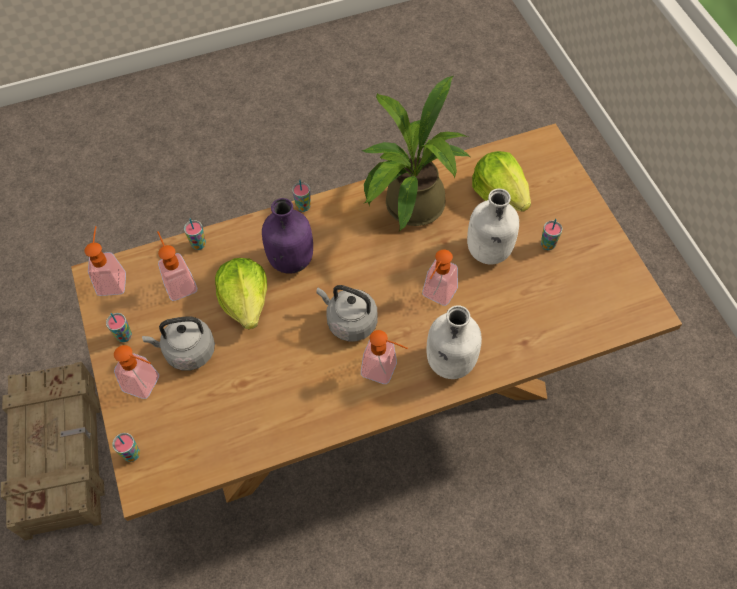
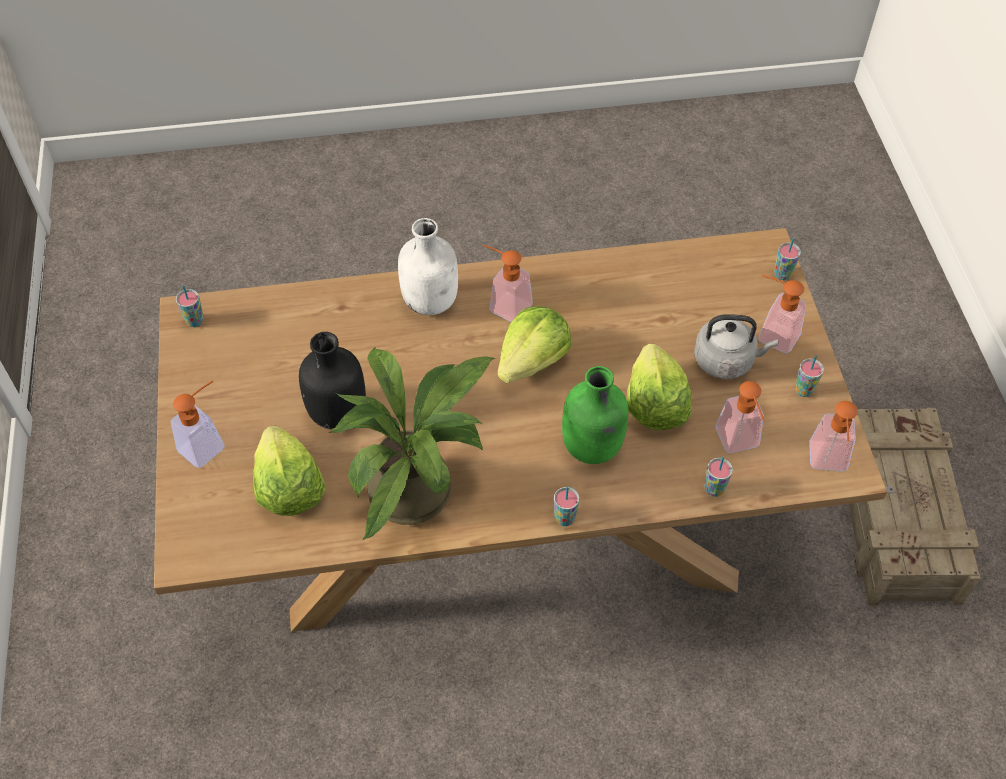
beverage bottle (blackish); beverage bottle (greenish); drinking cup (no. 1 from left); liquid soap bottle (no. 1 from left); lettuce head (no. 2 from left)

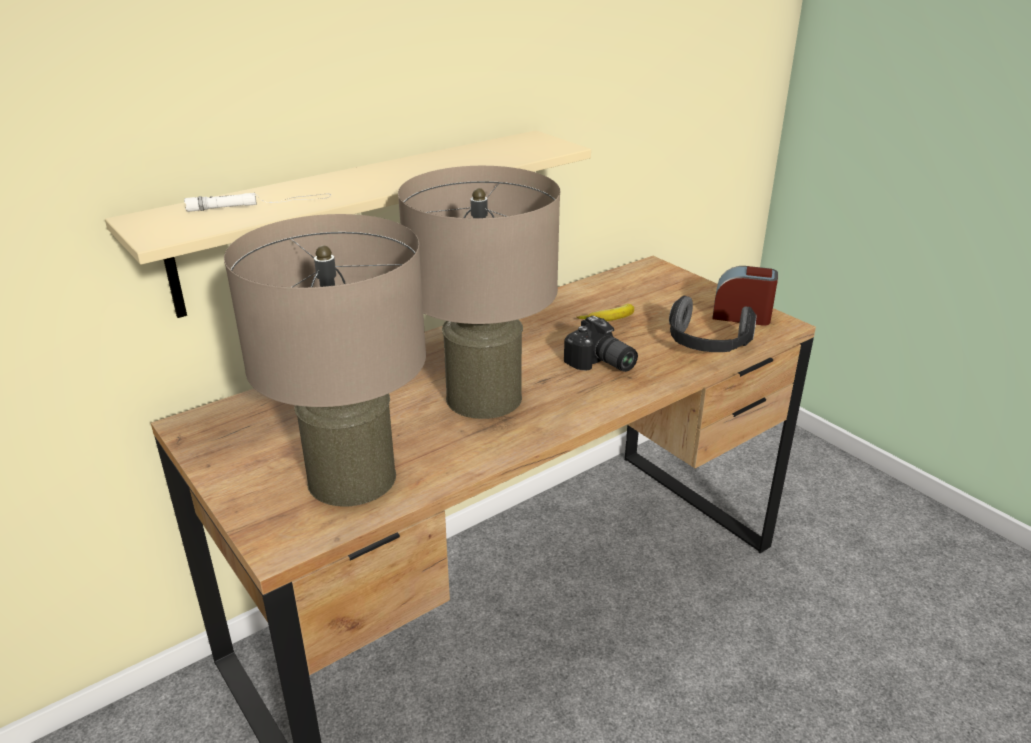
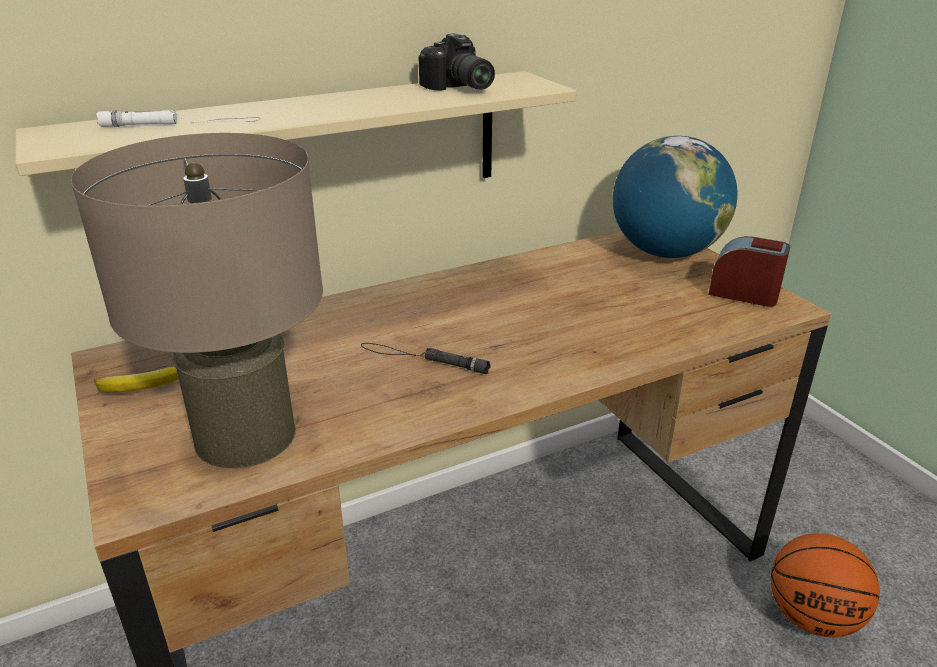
flashlight (blackish); headset; whole banana; photo camera; world globe; basketball ball

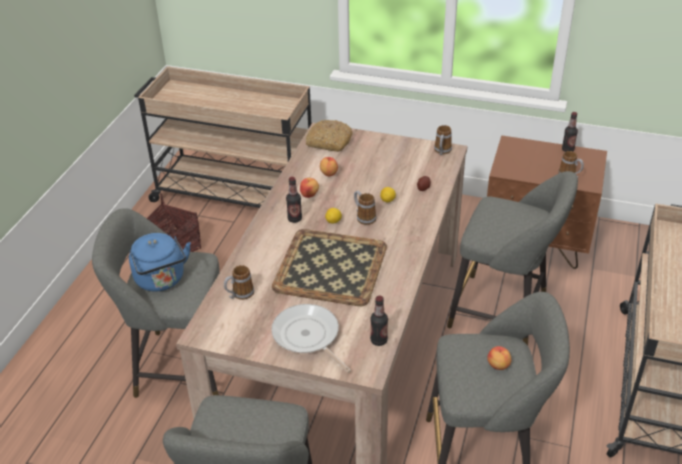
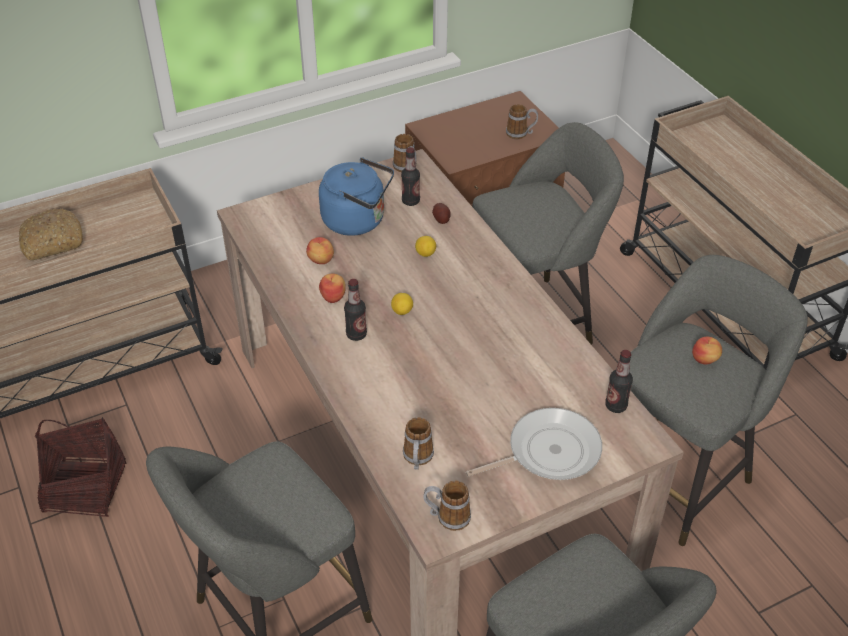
beverage bottle (no. 2 from left); bakery bread; tea mug (no. 3 from left); carrying tray; kettle (blue-coloured); frying pan

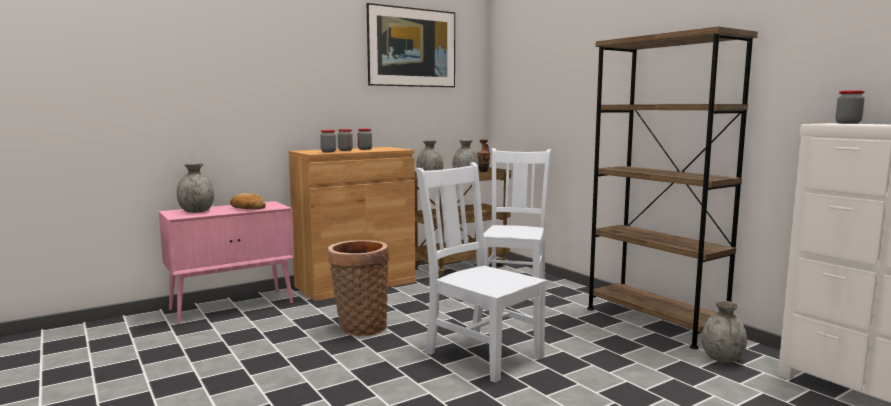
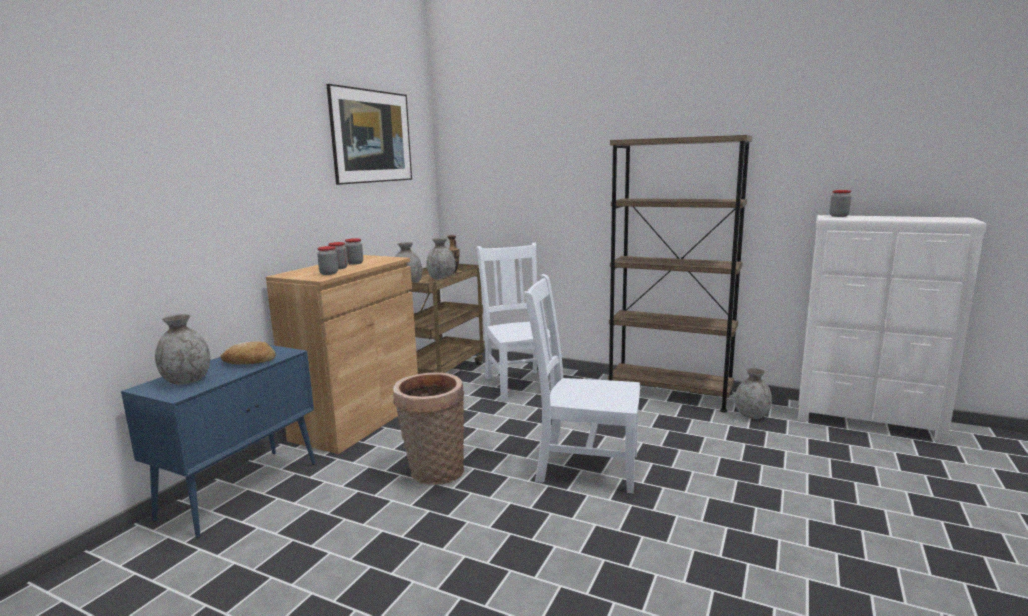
cupboard (blue-coloured)

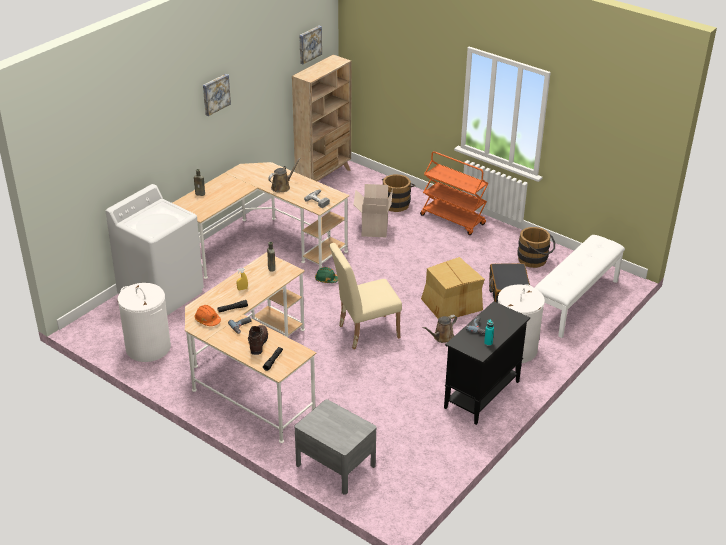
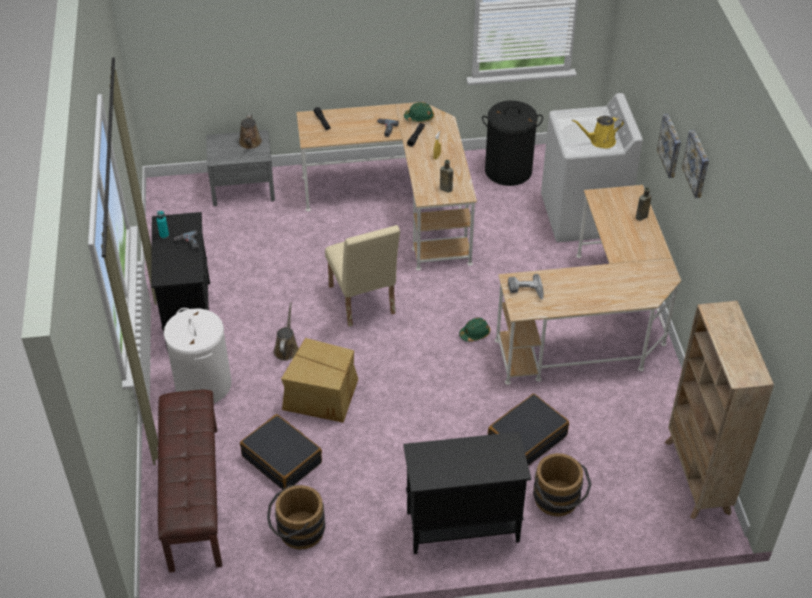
picture (no. 1 from left); cupboard (blackish) (no. 2 from left); watering can (brownish) (no. 1 from left); travel case (blackish) (no. 2 from left); indoor bench (brownish); plain chair (sand-coloured); laundry basket (blackish); work helmet (greenish) (no. 1 from left); high-top boot (brownish); watering can (yellow)

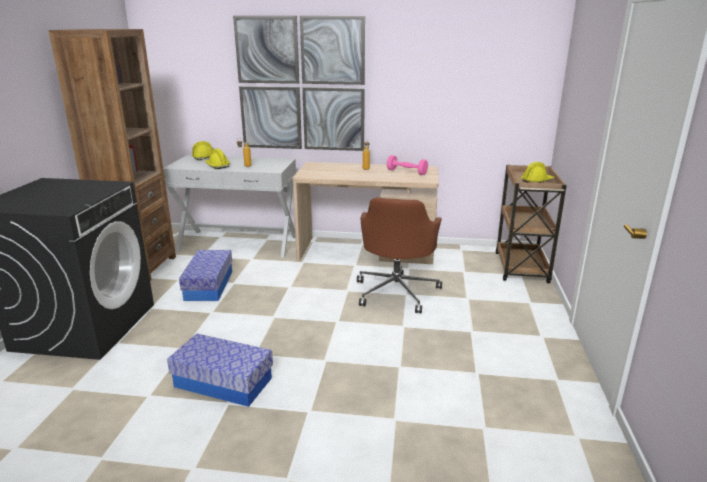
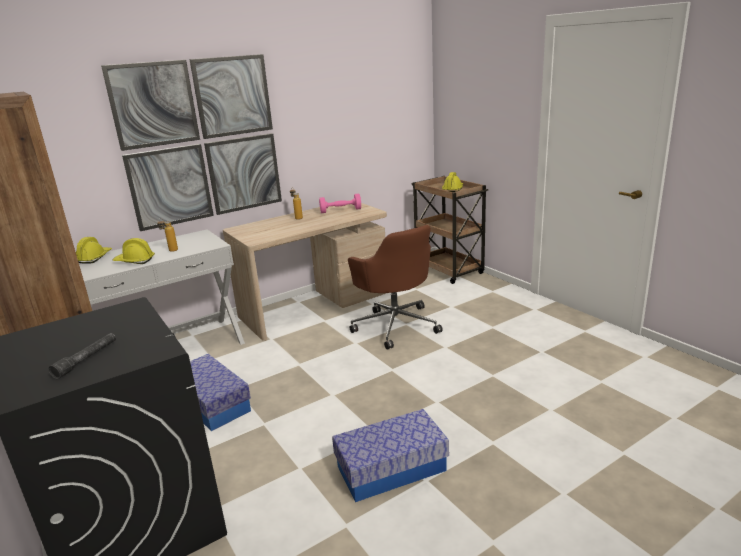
flashlight (greyish)

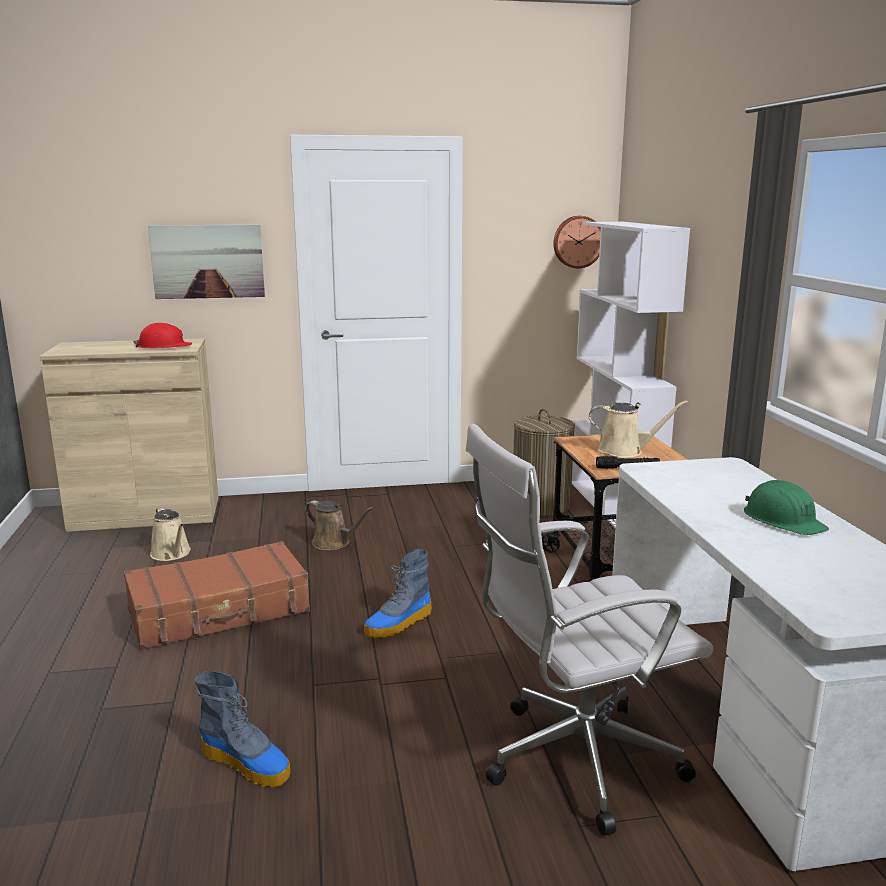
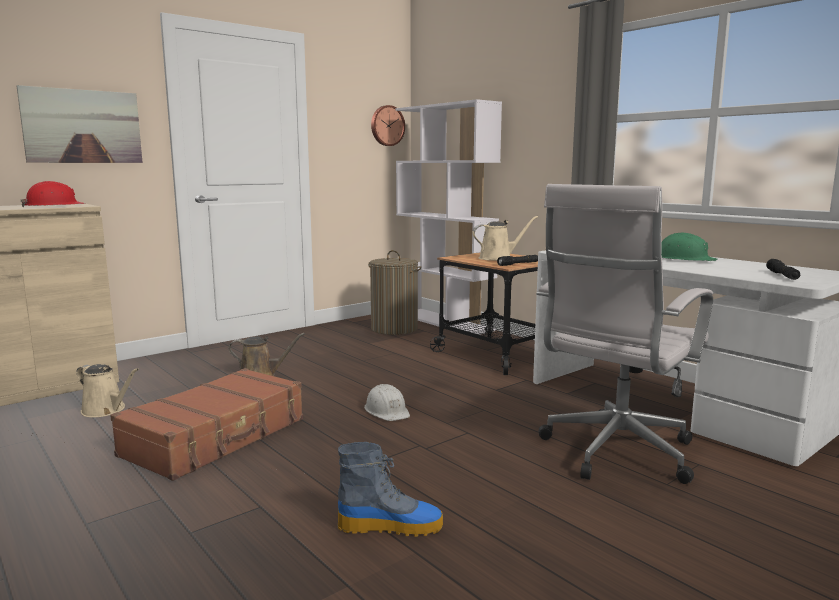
work helmet (white-coloured); flashlight (blackish) (no. 2 from left)

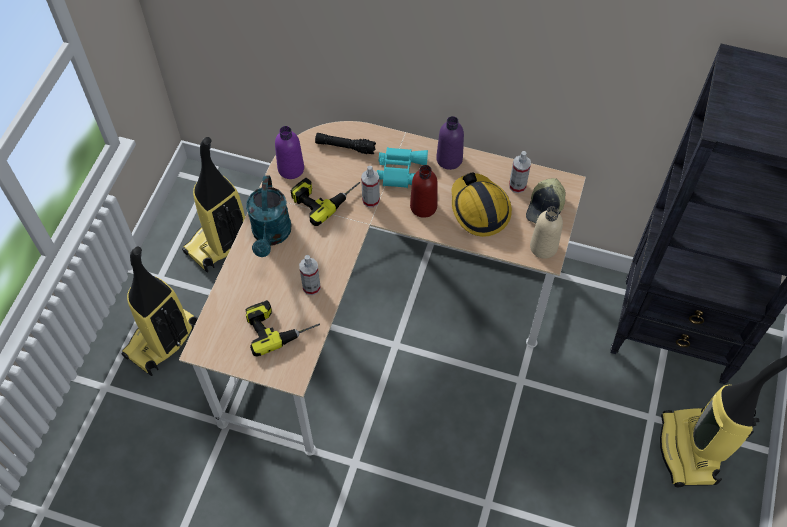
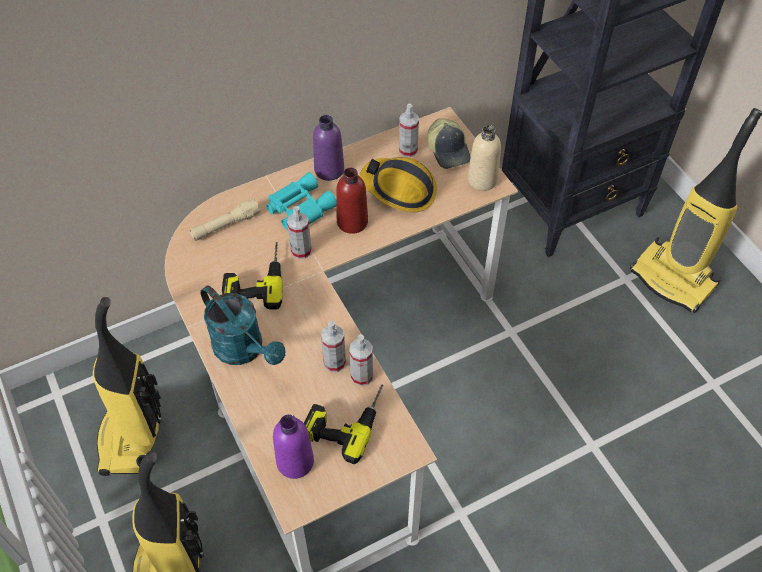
beverage bottle (purple-coloured) (no. 1 from left); flashlight (sand-coloured); sprayer (no. 3 from left)

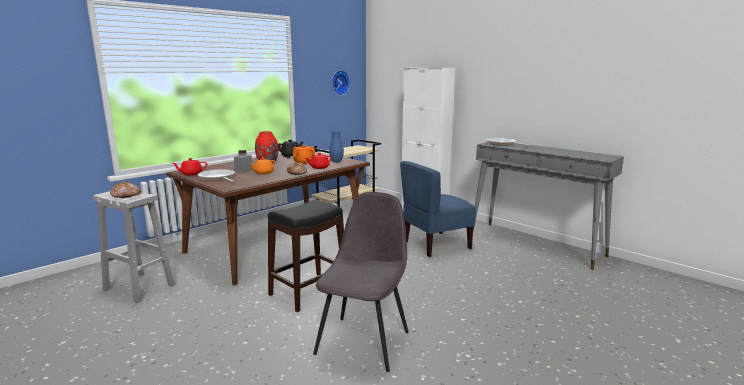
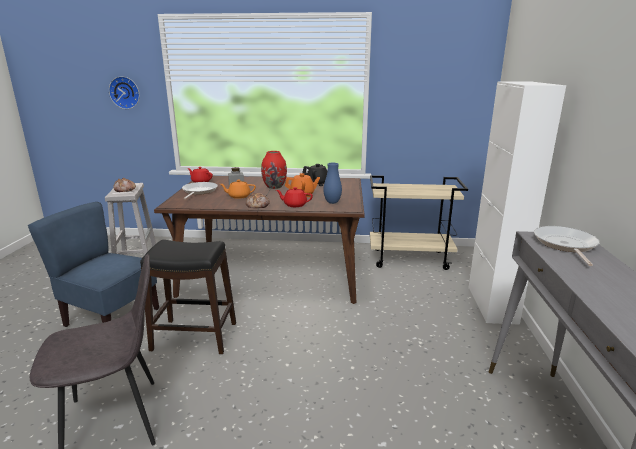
clock on the wall; plain chair (blue-coloured)

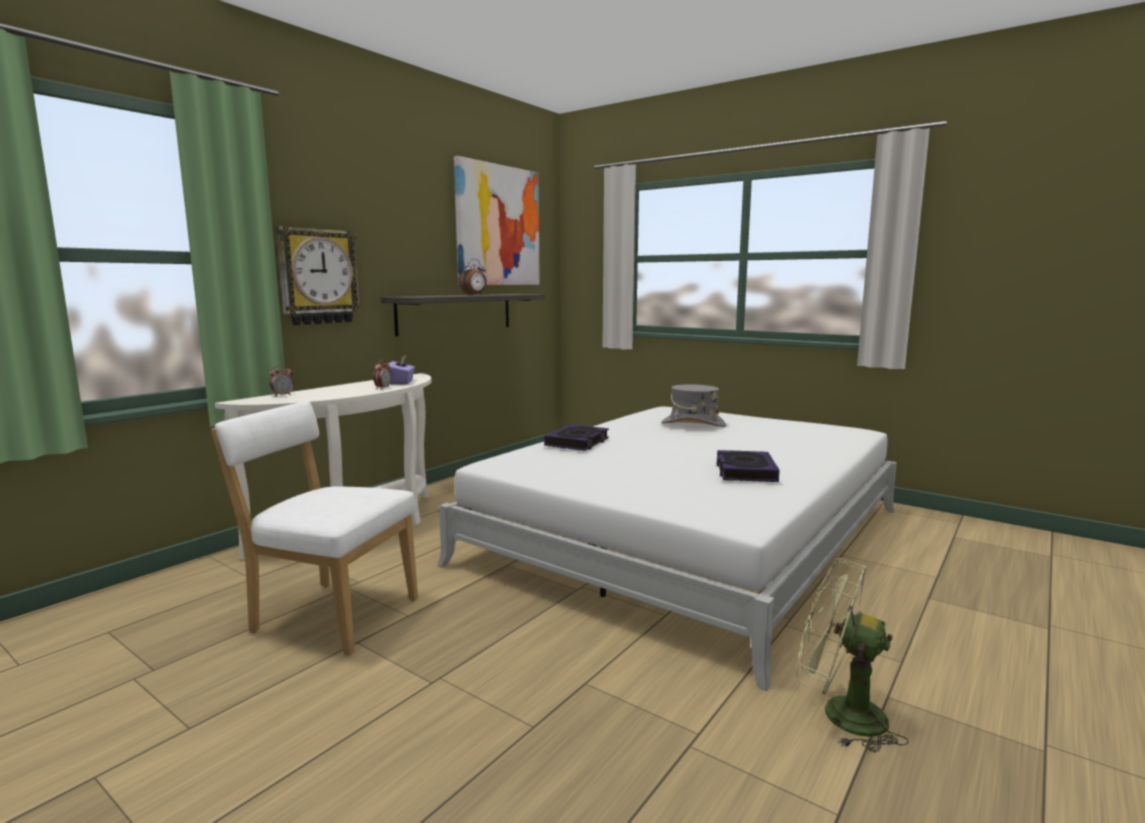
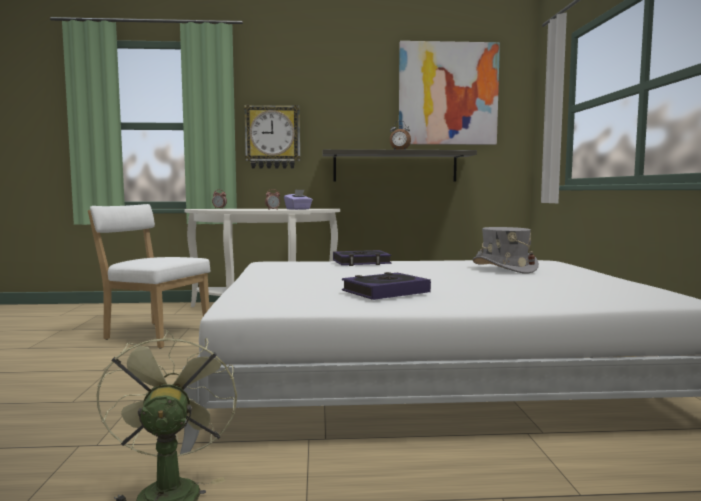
plain chair (white-coloured)

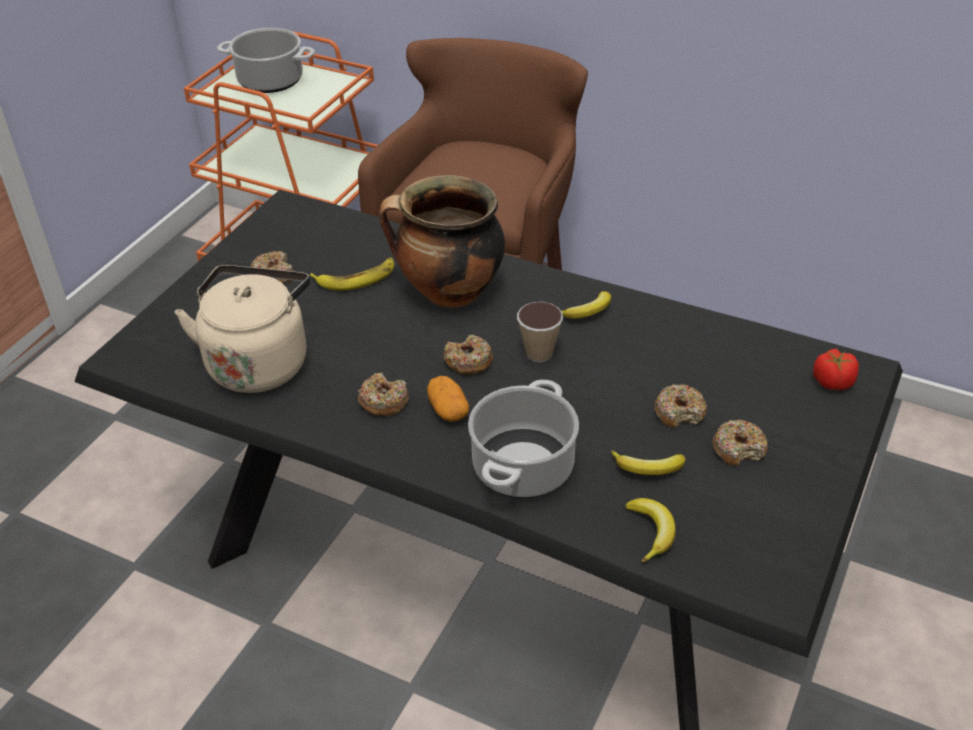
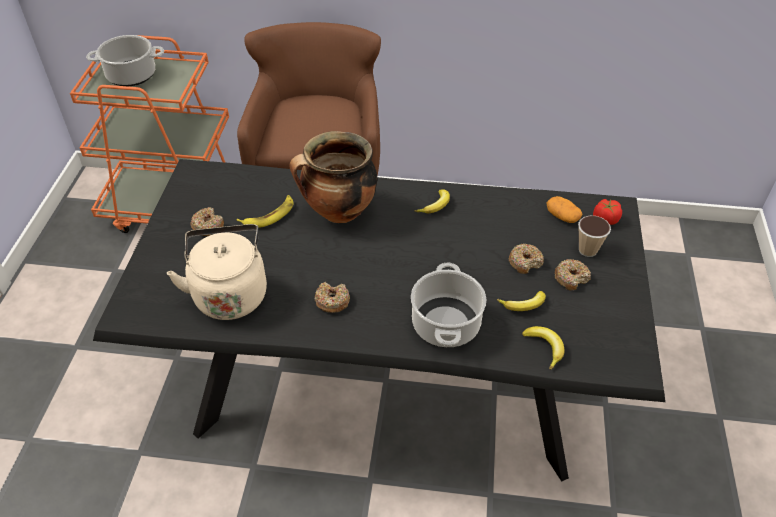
drinking cup; ring doughnut (no. 3 from left in the first image); spud

